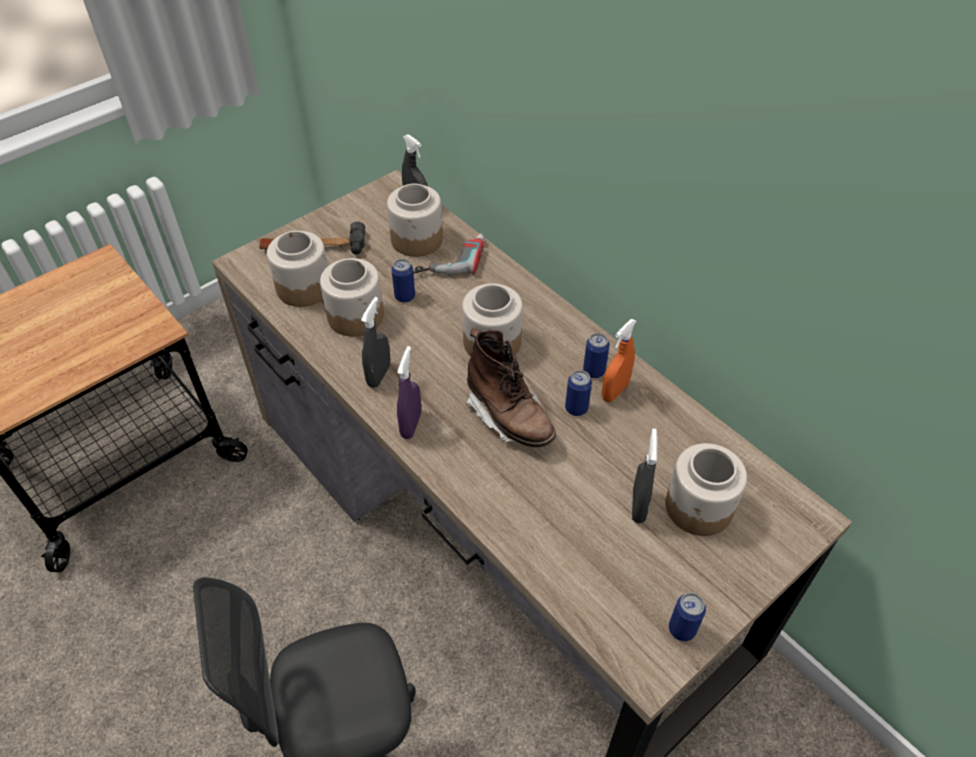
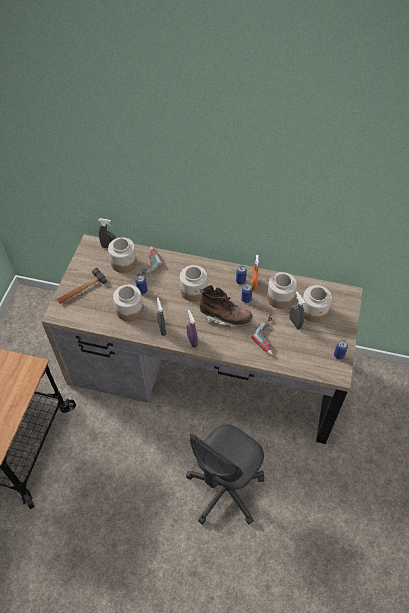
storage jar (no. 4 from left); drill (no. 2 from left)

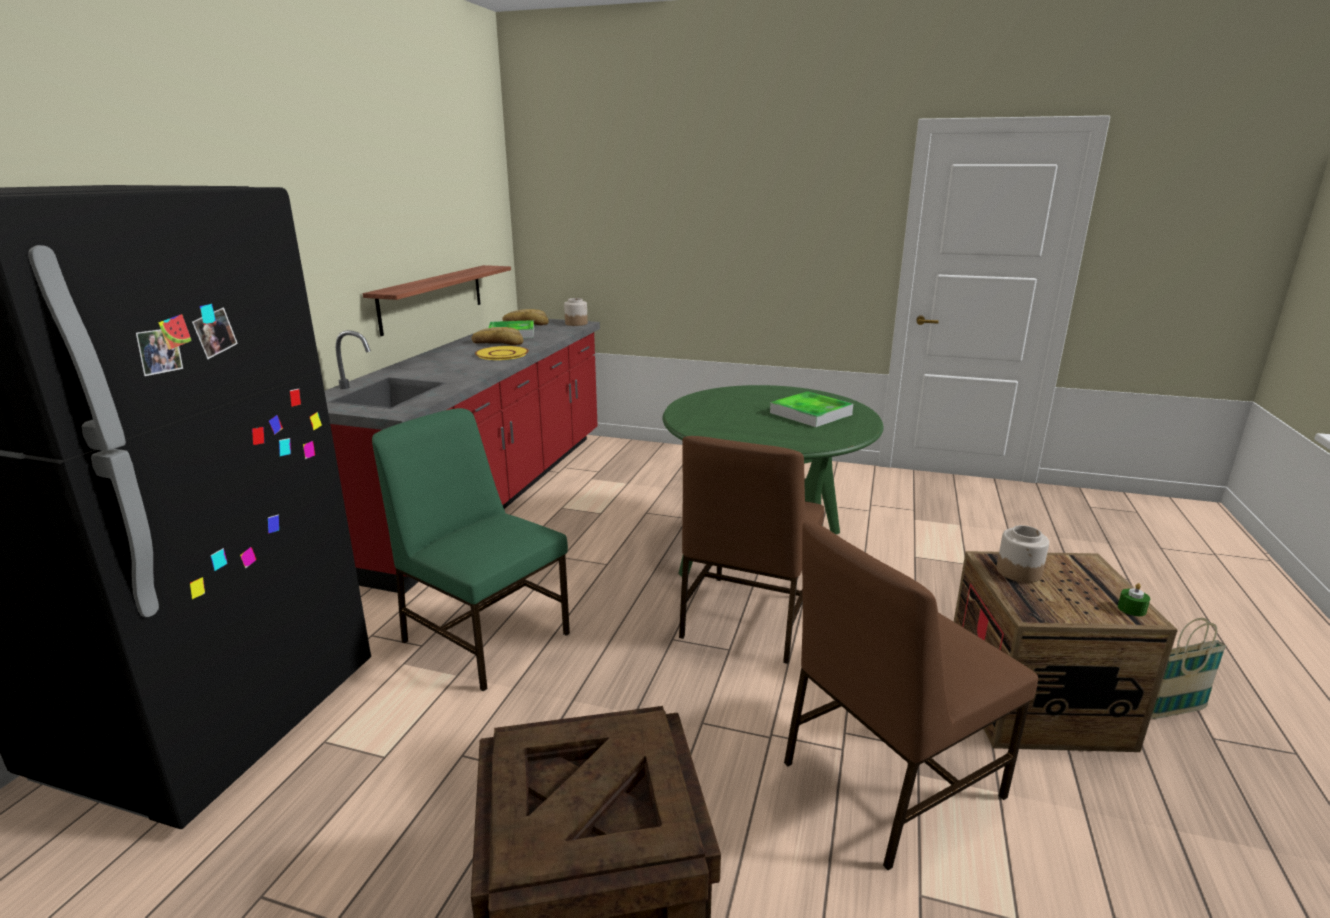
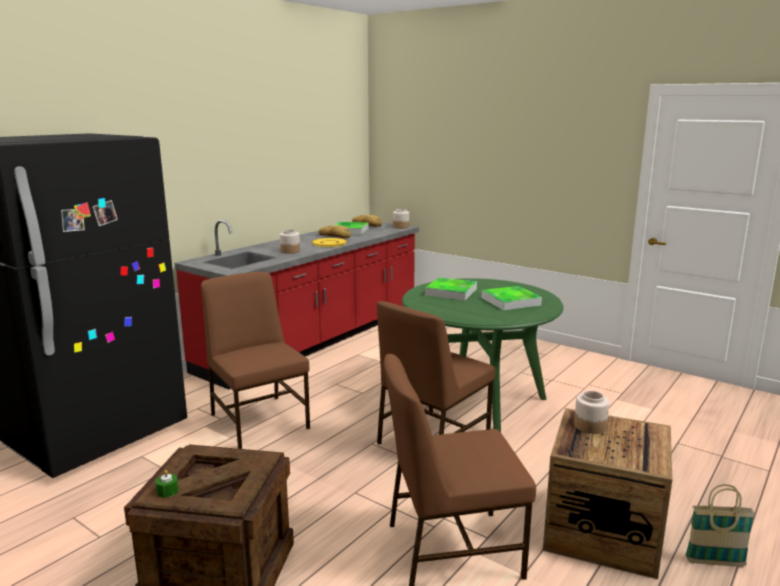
shelf; plain chair (brownish) (no. 1 from left); wax candle (greenish); storage jar (no. 1 from left); carrying tray (no. 2 from left)

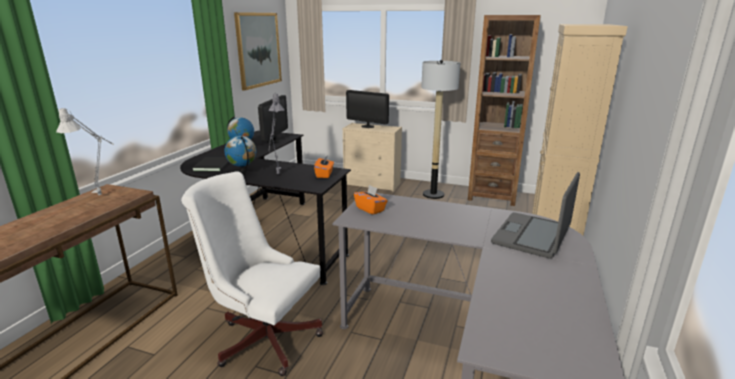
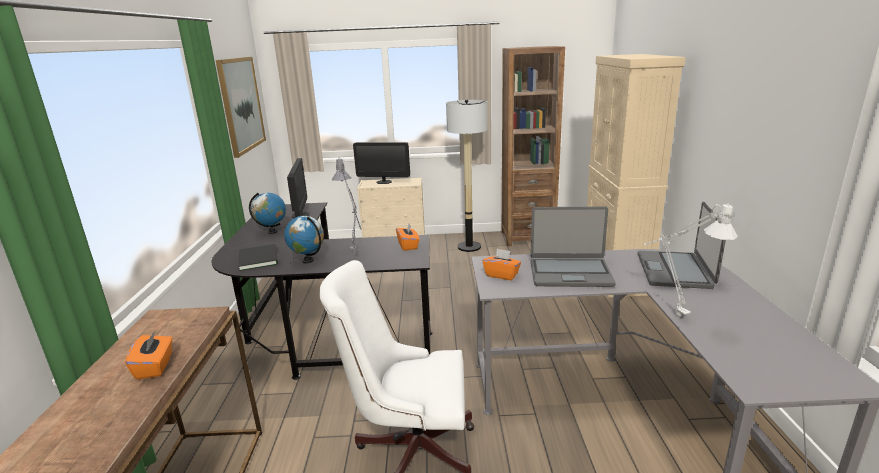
table lamp (greyish) (no. 2 from left); notebook computer (no. 1 from left); tissue holder (orange) (no. 1 from left)

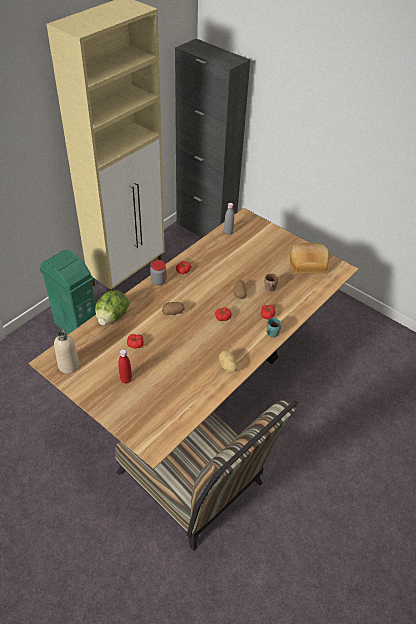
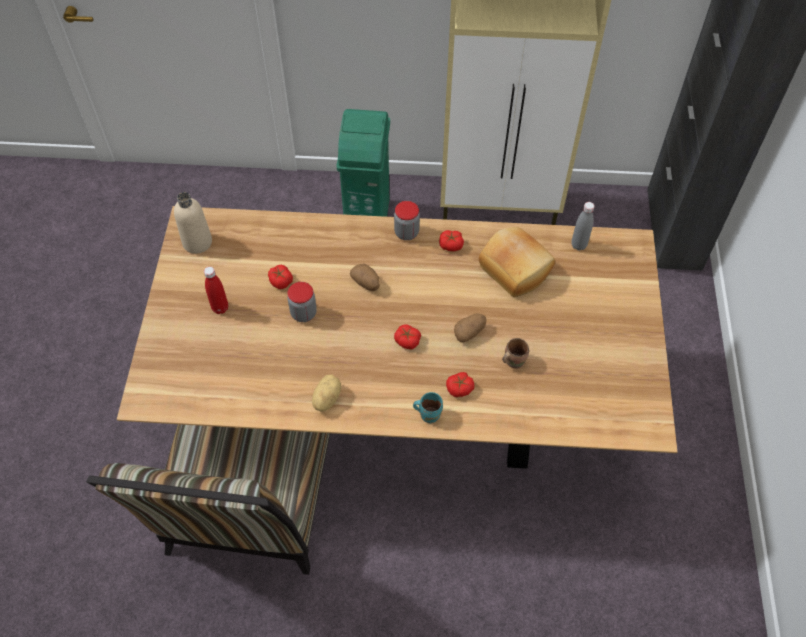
bakery bread; lettuce head; storage jar (no. 1 from left)

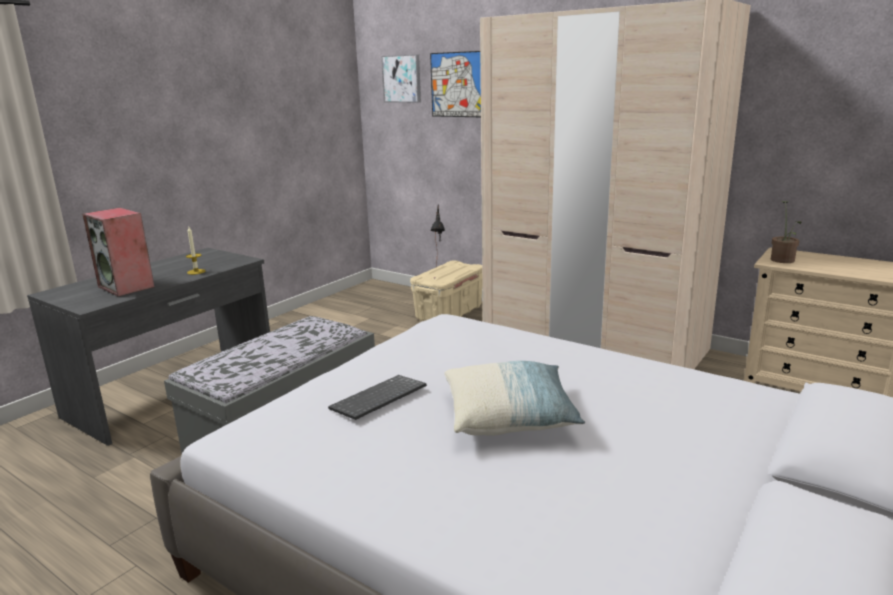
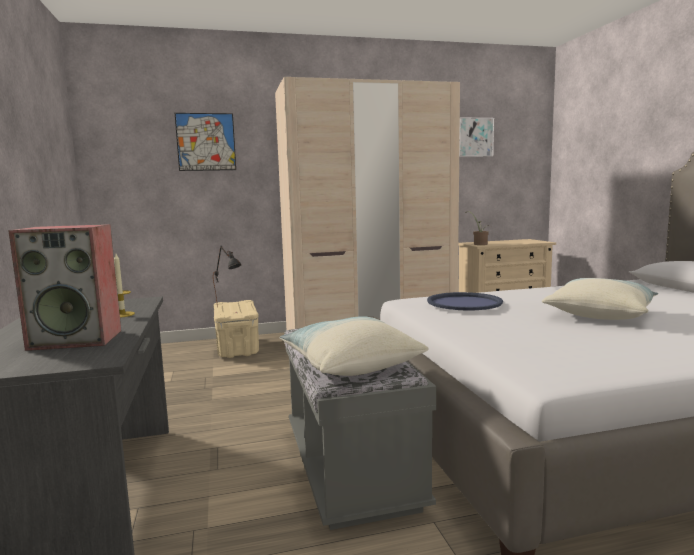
picture (no. 2 from left); PC keyboard; carrying tray (blue-coloured); pillow (no. 1 from left)

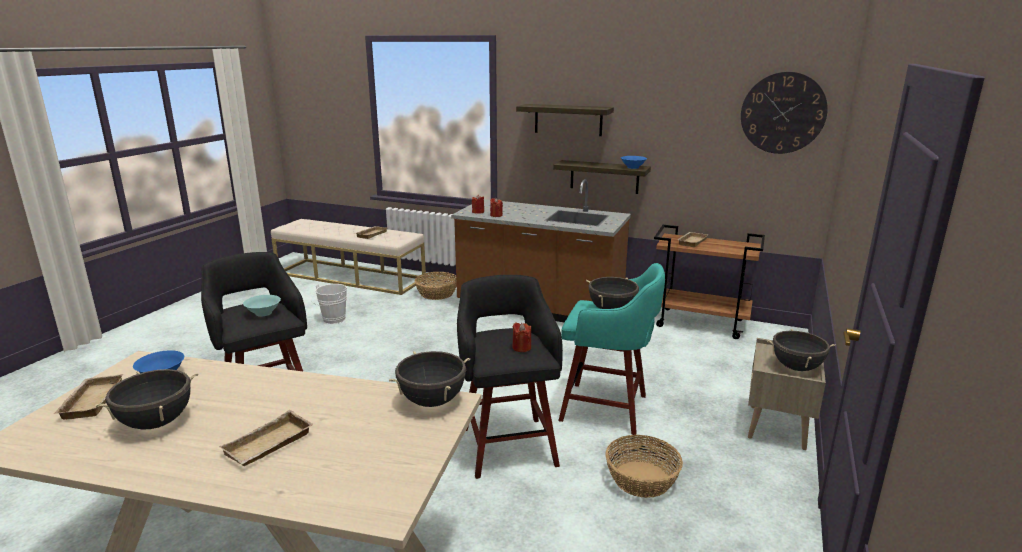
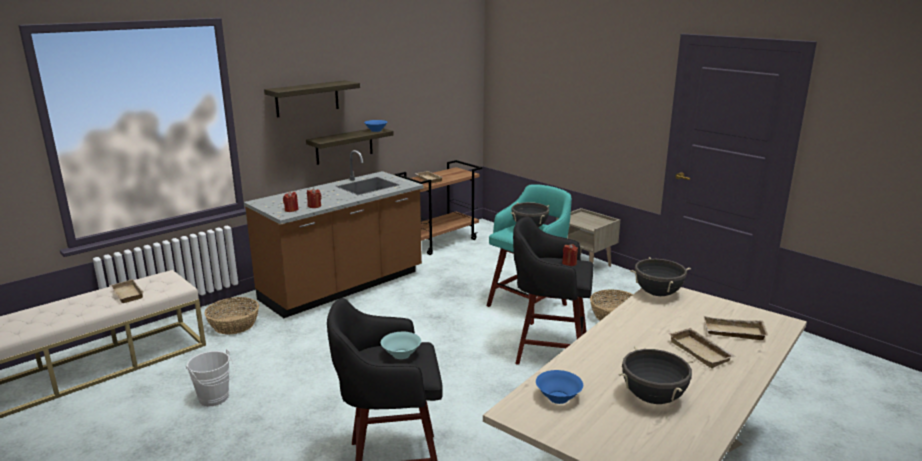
clock on the wall; stockpot (blackish) (no. 4 from left in the first image); carrying tray (sand-coloured) (no. 4 from left)

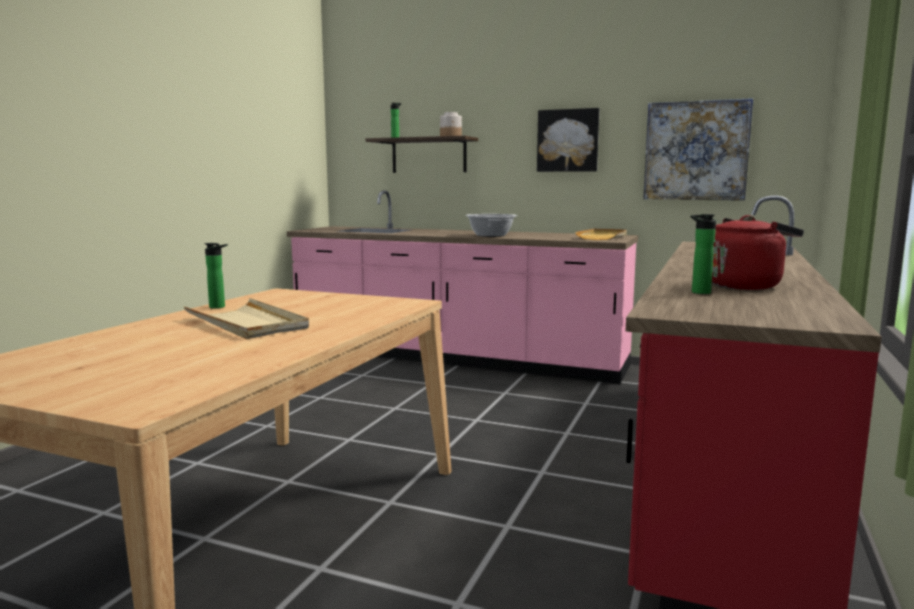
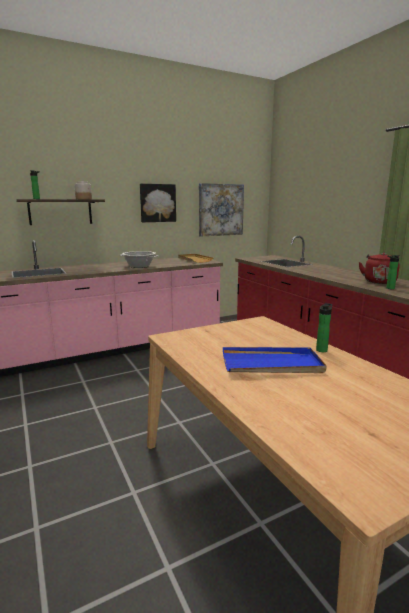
beverage bottle (no. 2 from left); carrying tray (blue-coloured)

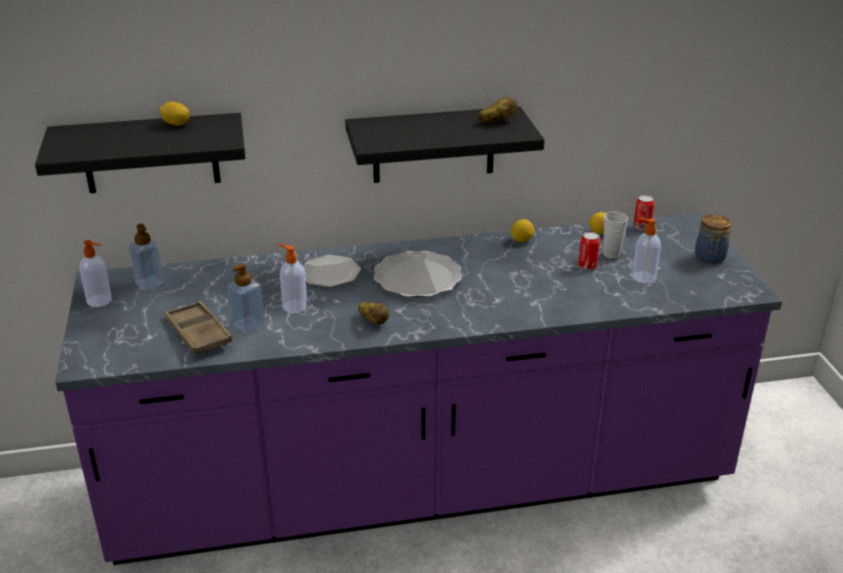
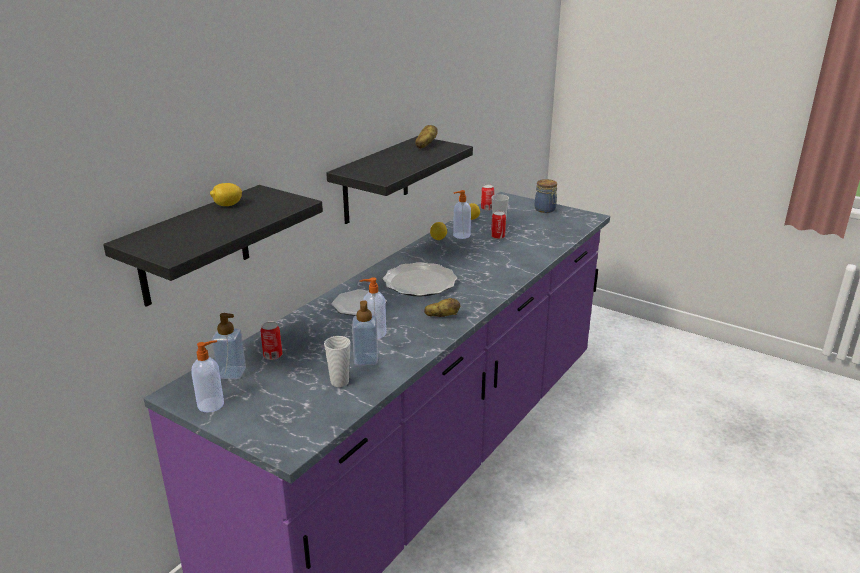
liquid soap bottle (no. 5 from left); drinking cup (no. 1 from left); can (no. 1 from left)

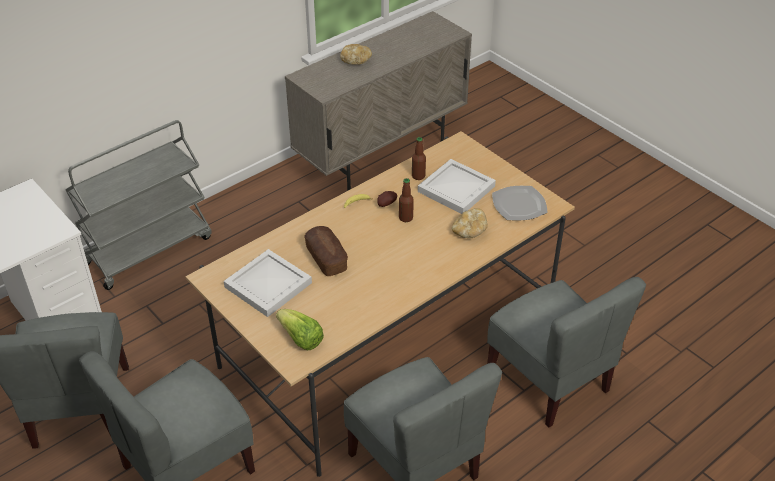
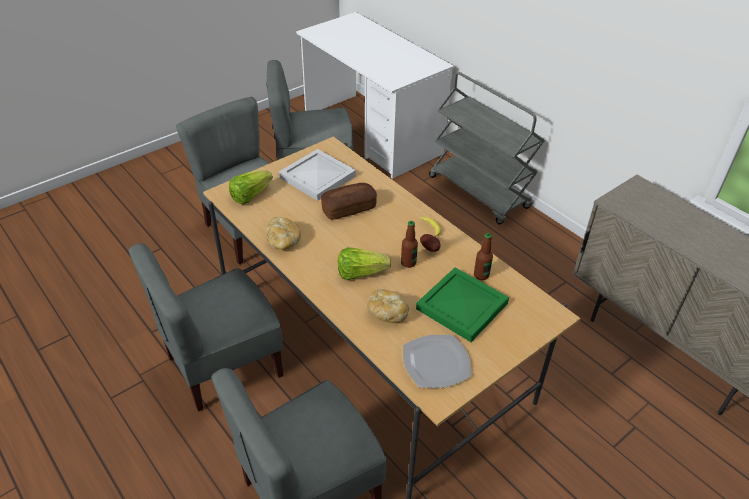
bakery bread (no. 1 from left); carrying tray (greenish); lettuce head (no. 2 from left)

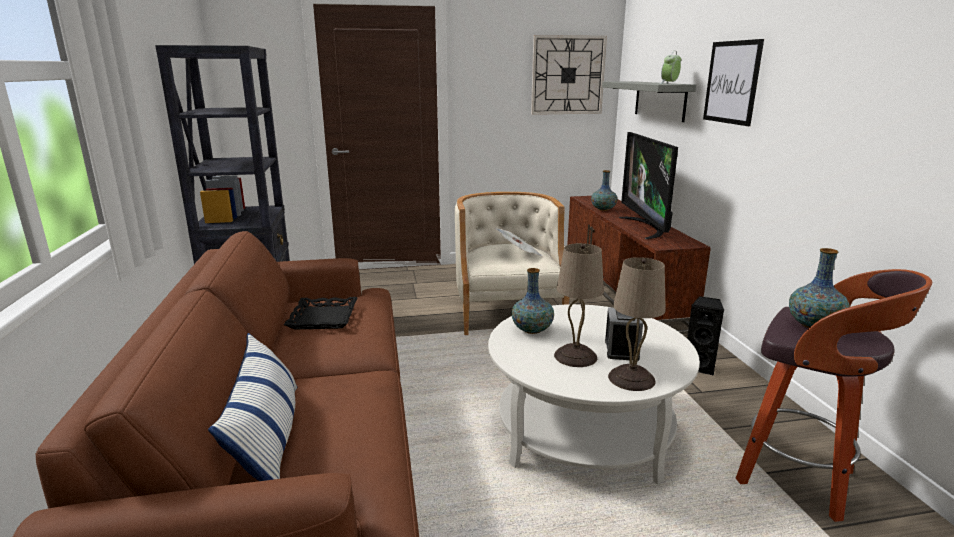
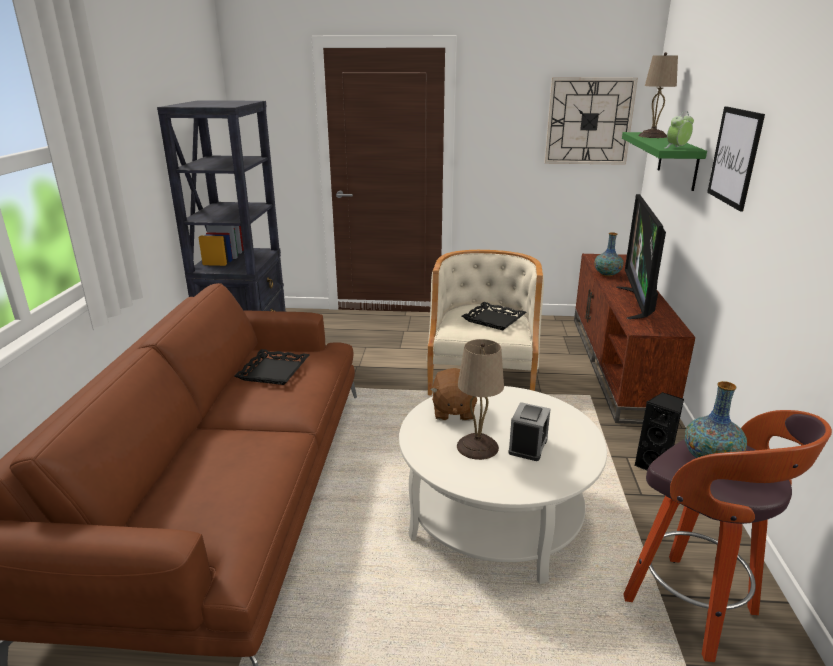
shelf (greenish); carrying tray (blackish) (no. 2 from left); table lamp (sand-coloured) (no. 2 from left); plush toy (brownish); pillow

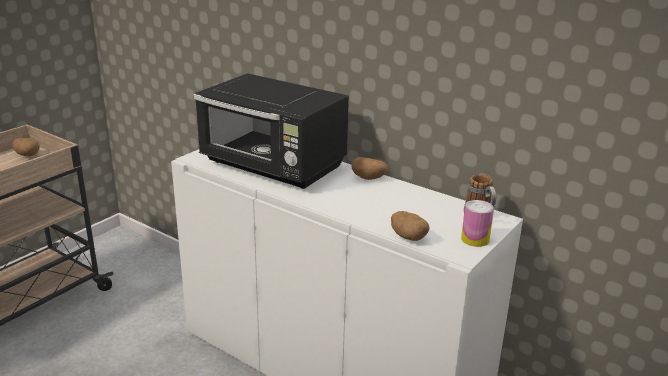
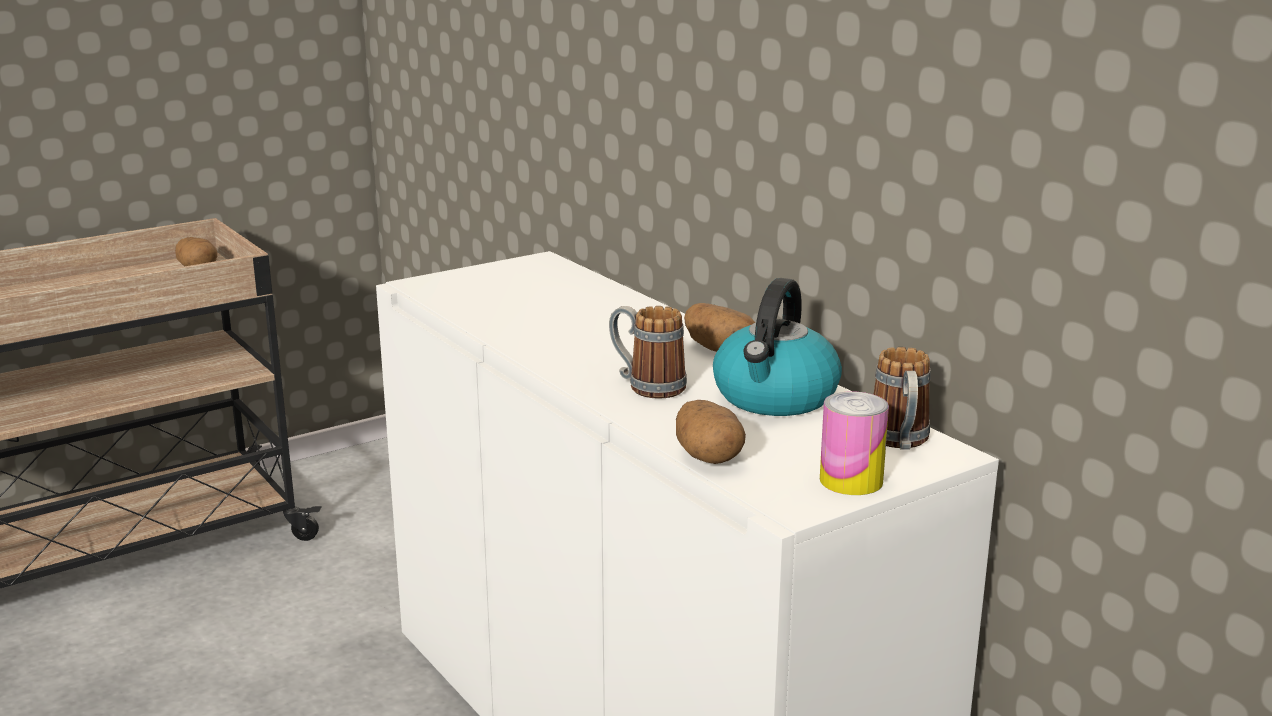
microwave (blackish); kettle; tea mug (no. 1 from left)

